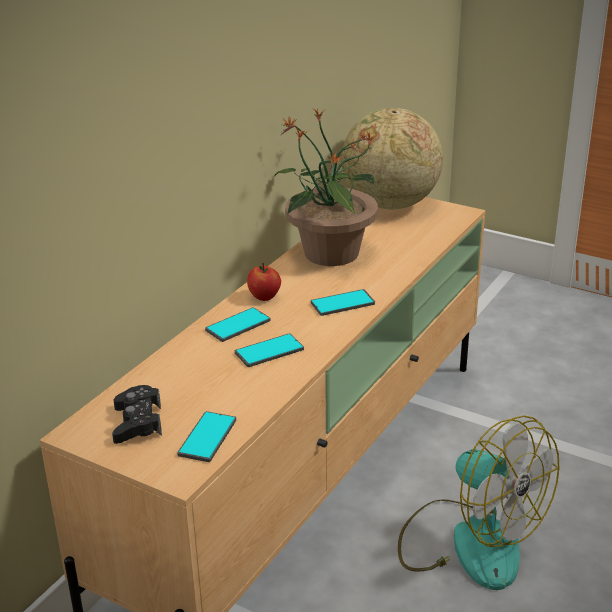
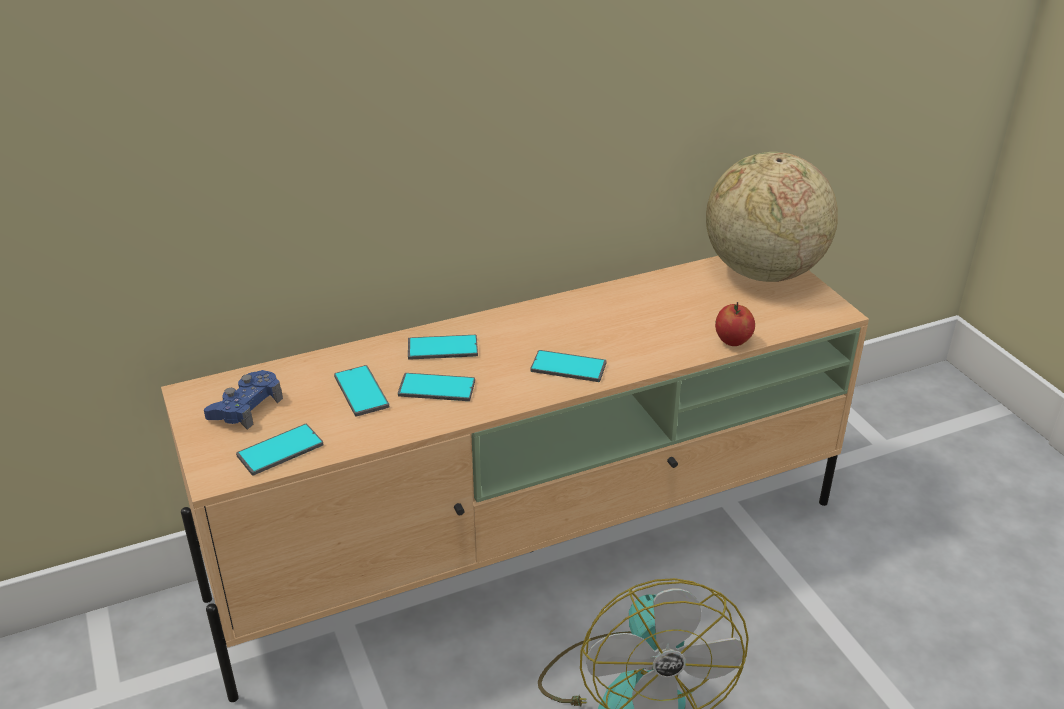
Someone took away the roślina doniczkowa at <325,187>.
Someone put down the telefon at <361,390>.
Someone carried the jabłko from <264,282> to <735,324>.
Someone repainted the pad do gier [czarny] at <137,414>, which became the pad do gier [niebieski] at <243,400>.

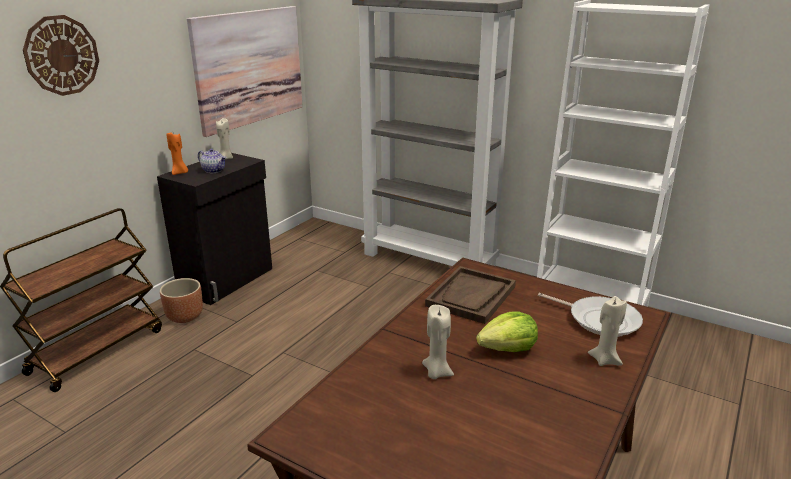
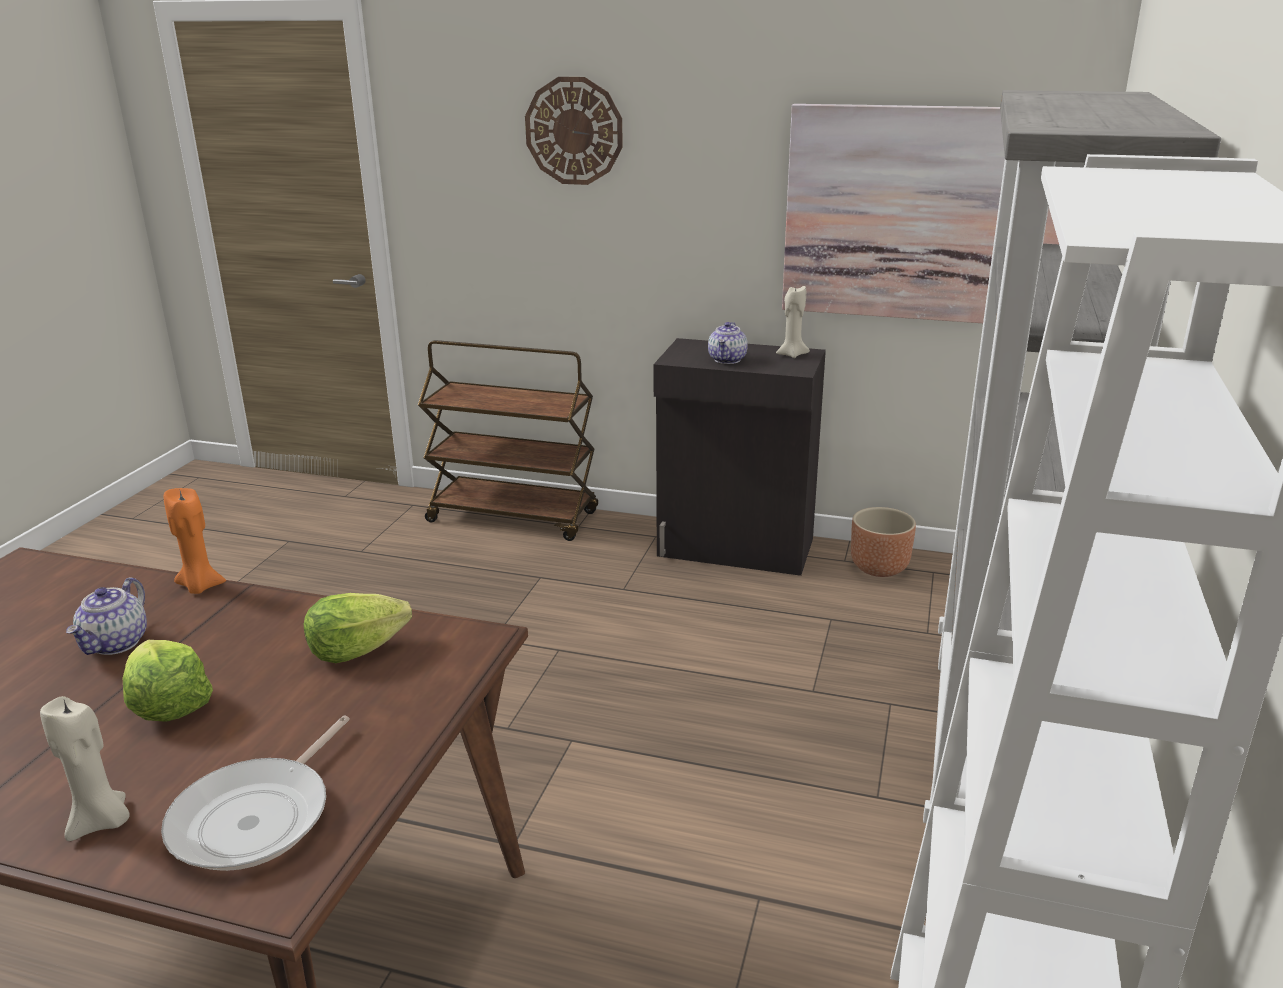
Someone carried the donica [brązowy] from <181,300> to <883,542>.
Someone carried the świeca [pomarańczowy] from <177,153> to <195,541>.
Someone swapped the świeca [beżowy] at <438,342> for the imbryk at <106,616>.
Someone swapped the taca [brązowy] at <470,295> for the sałata at <358,628>.

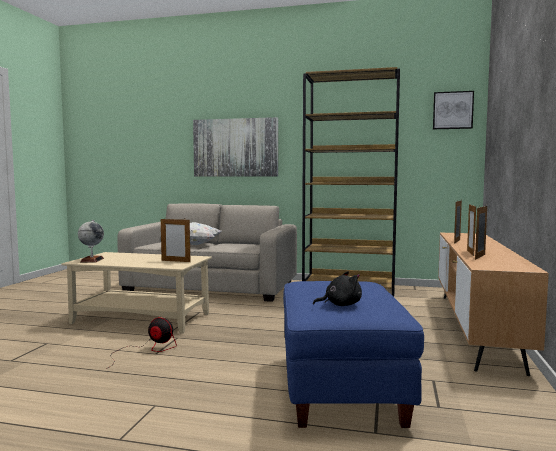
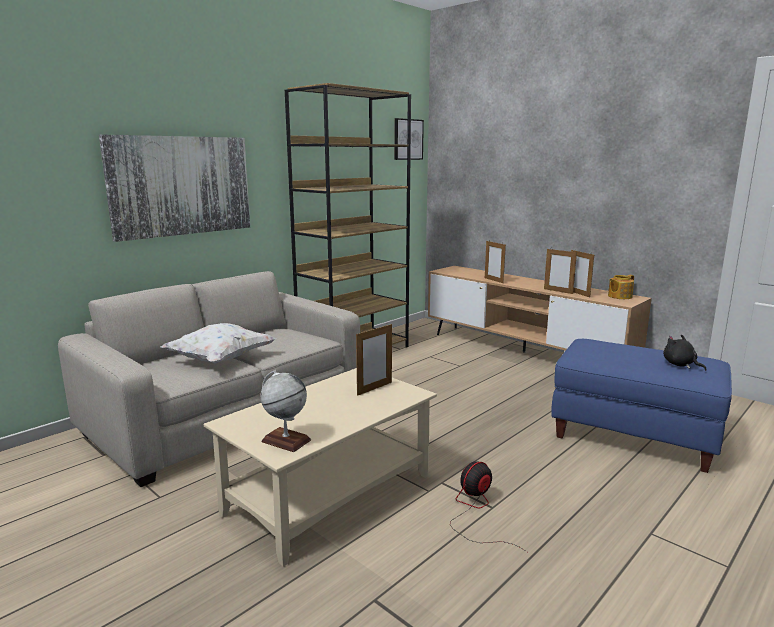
Someone put down the imbryk at <621,287>.
Someone rotated the pluszak [czarny] at <337,288> by 45 degrees counterclockwise.

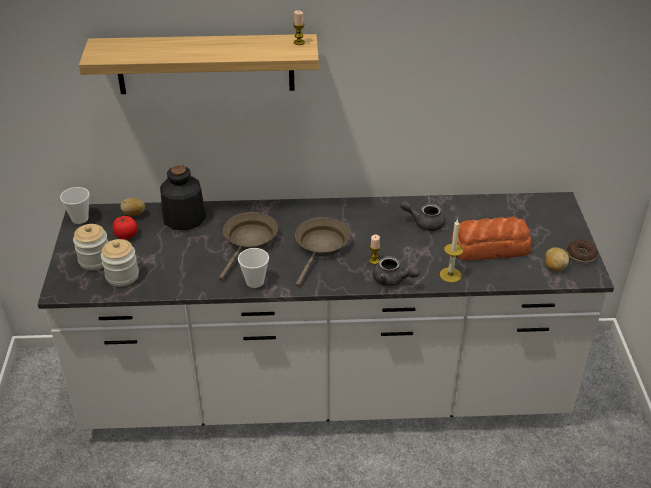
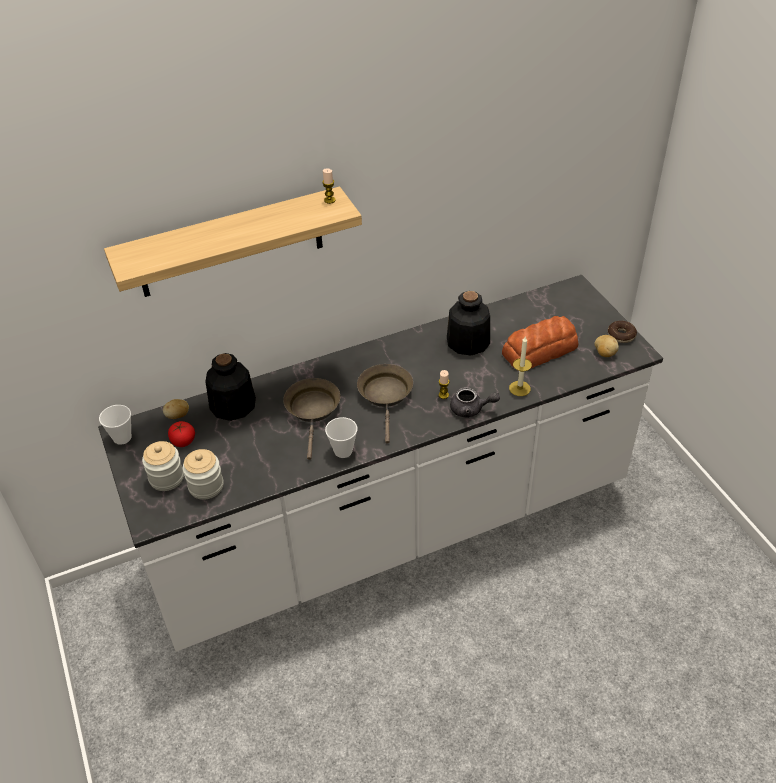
Someone swapped the imbryk [szary] at <422,214> for the butelka at <468,323>.

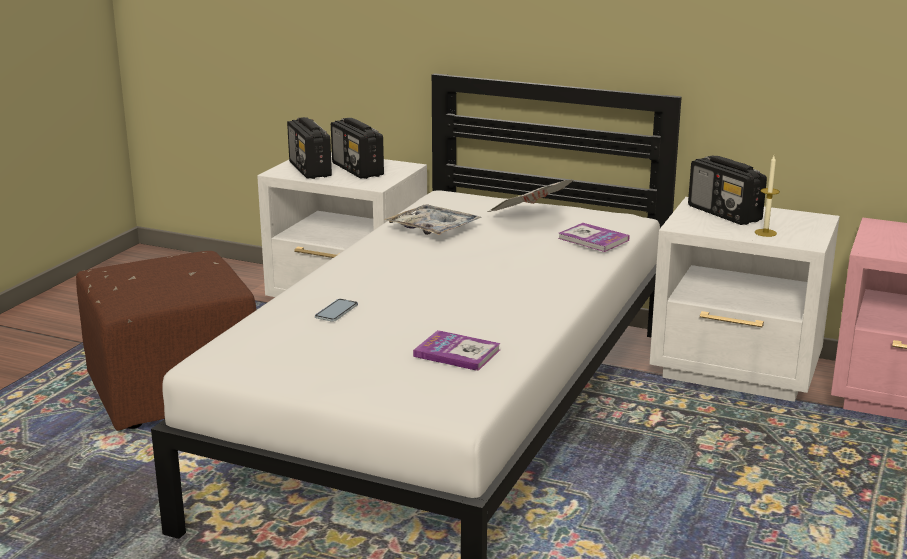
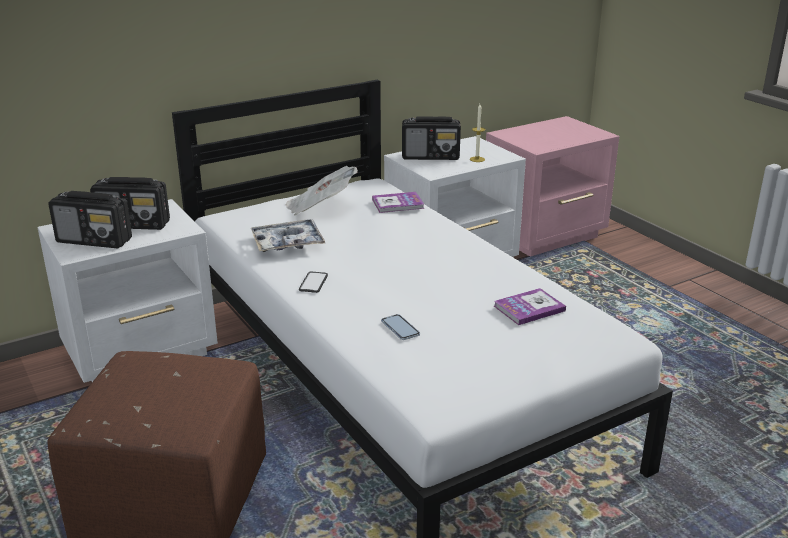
Someone put down the telefon at <313,282>.

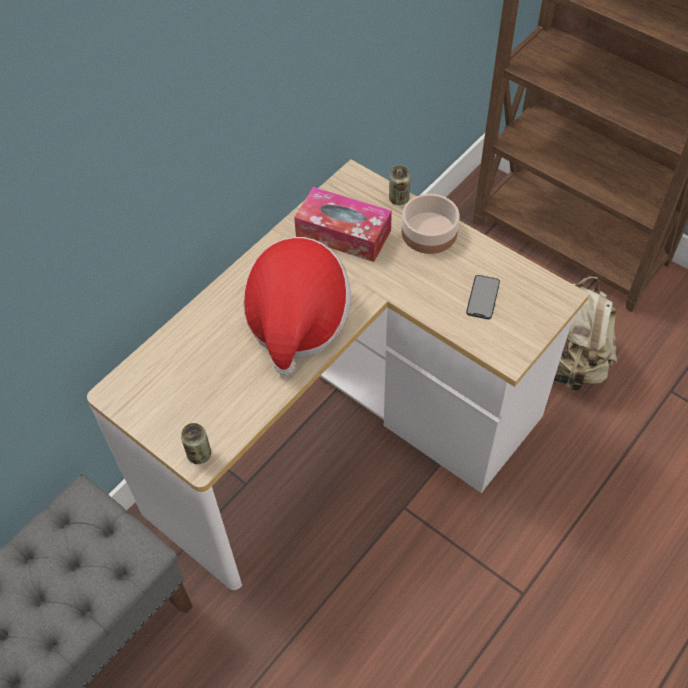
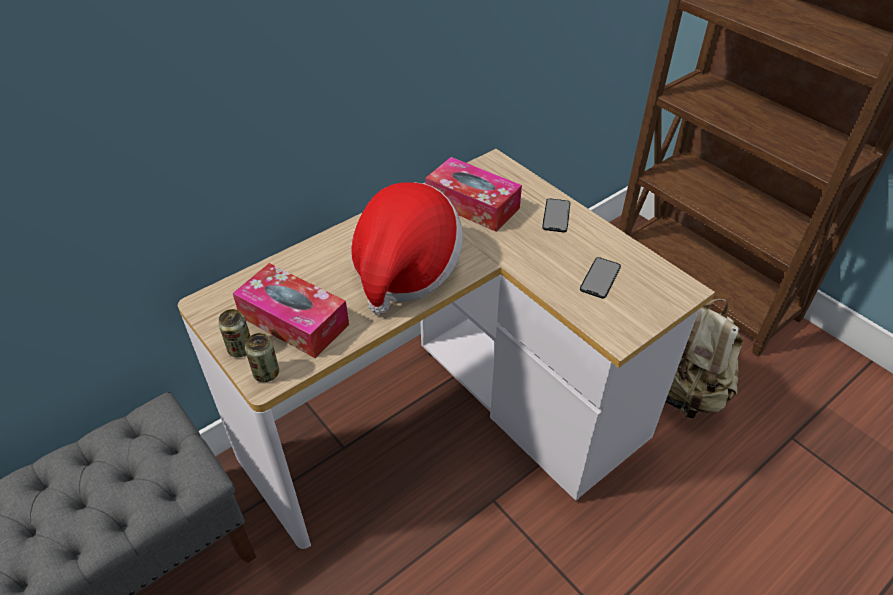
Someone put down the pudełko chusteczek at <291,310>.
Someone carried the puszka from <399,185> to <234,333>.
Someone swapped the miska at <430,224> for the telefon at <556,215>.

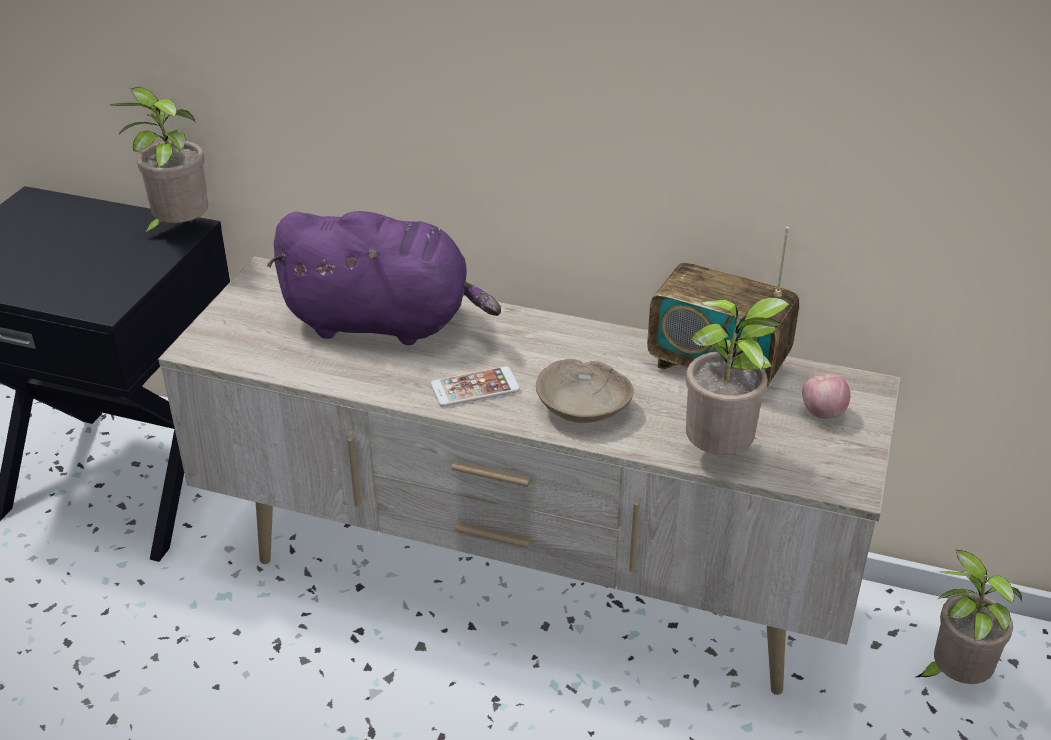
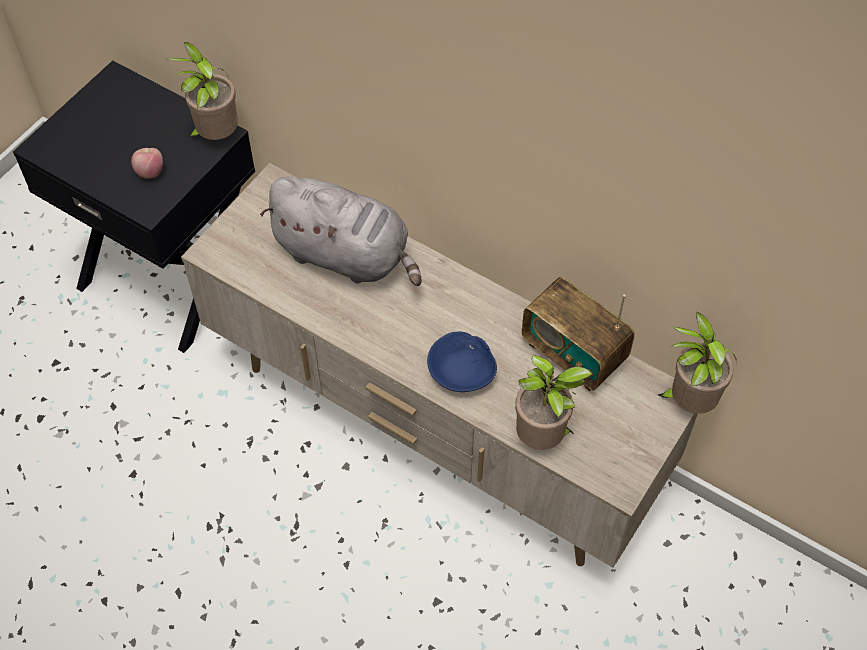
Someone took away the telefon at <475,386>.
Someone carried the jabłko from <826,396> to <147,163>.
Someone carried the roślina doniczkowa from <969,617> to <697,363>.
Someone repainted the pluszak [fioletowy] at <384,278>, which became the pluszak [szary] at <341,231>.
Someone repainted the miska [beżowy] at <585,391>, which became the miska [niebieski] at <462,361>.

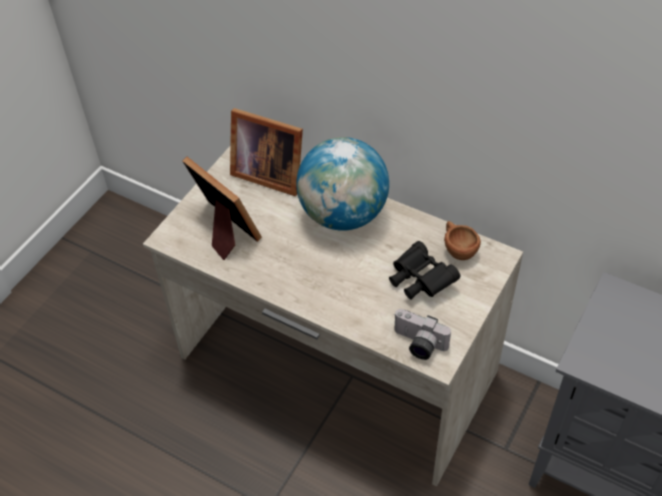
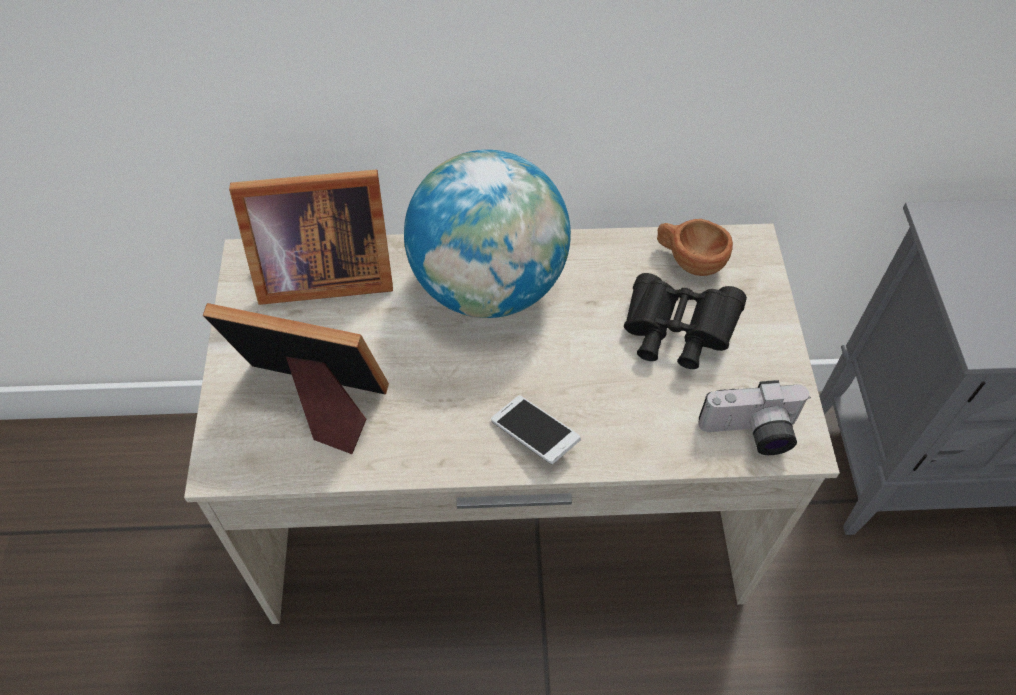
Someone put down the telefon at <536,429>.

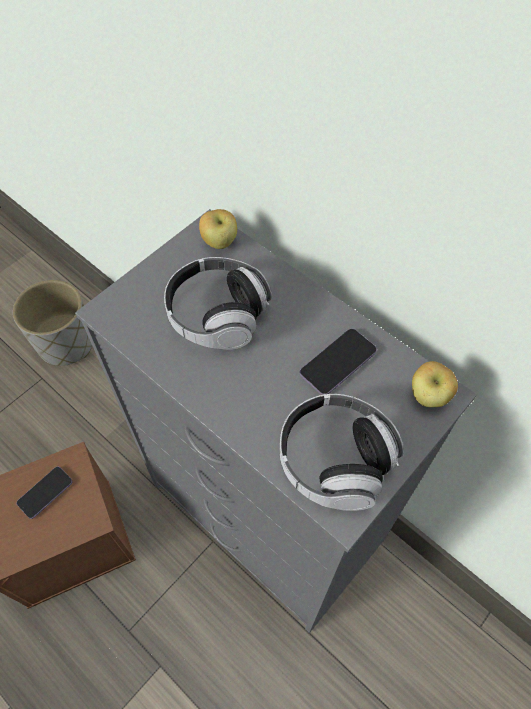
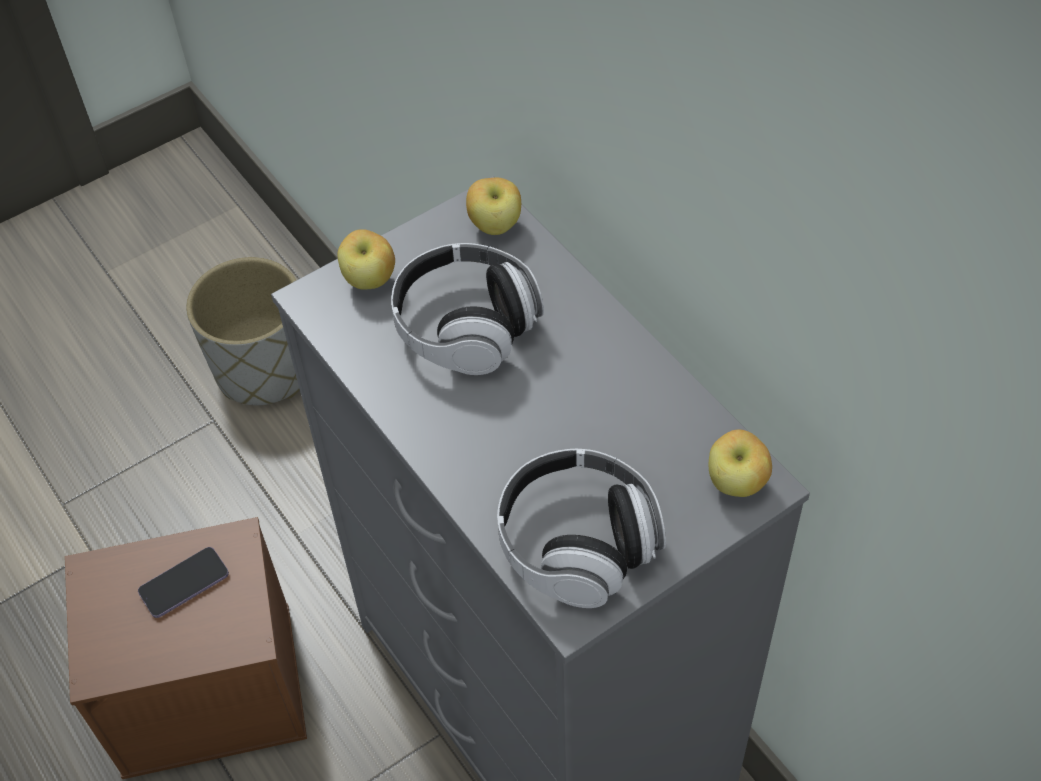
Someone took away the telefon at <338,362>.
Someone put down the jabłko at <366,259>.

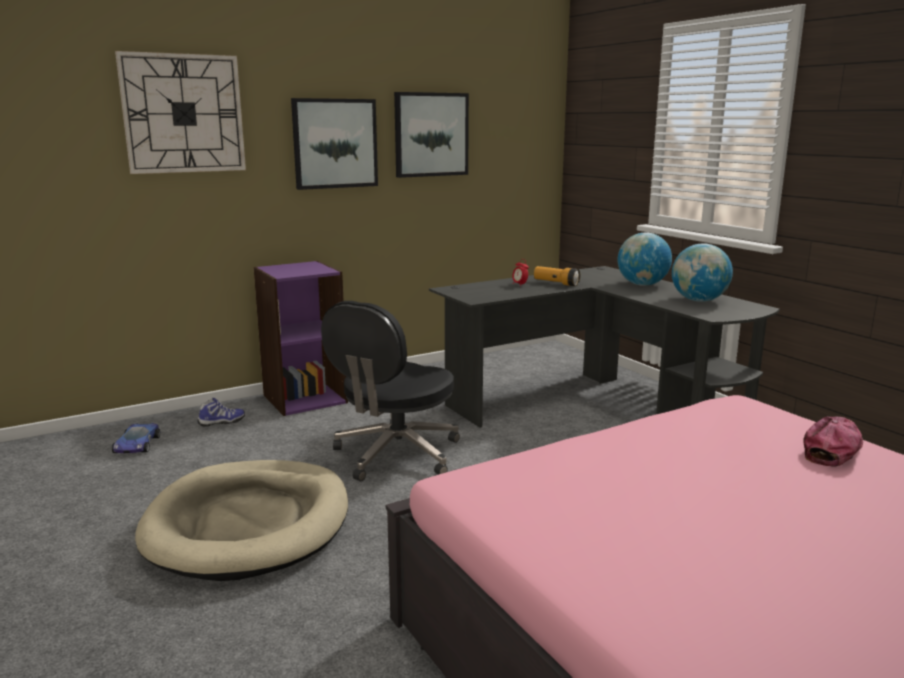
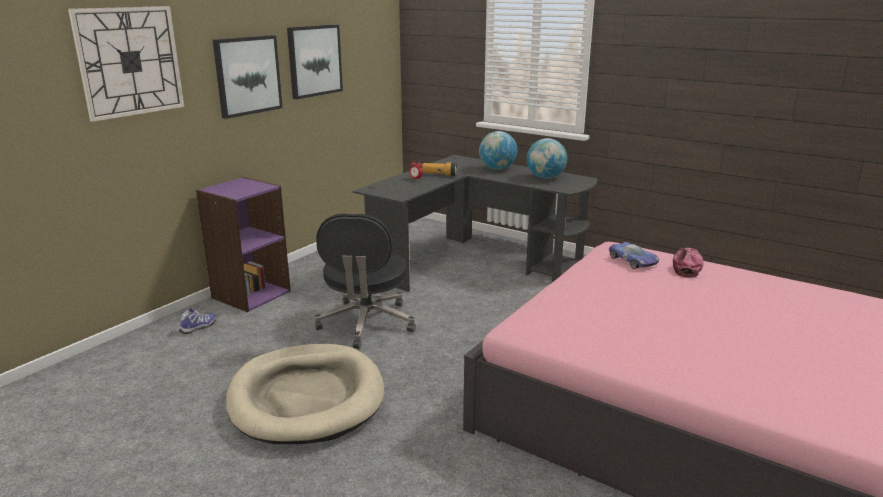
Someone carried the samochodzik from <136,438> to <634,255>.

